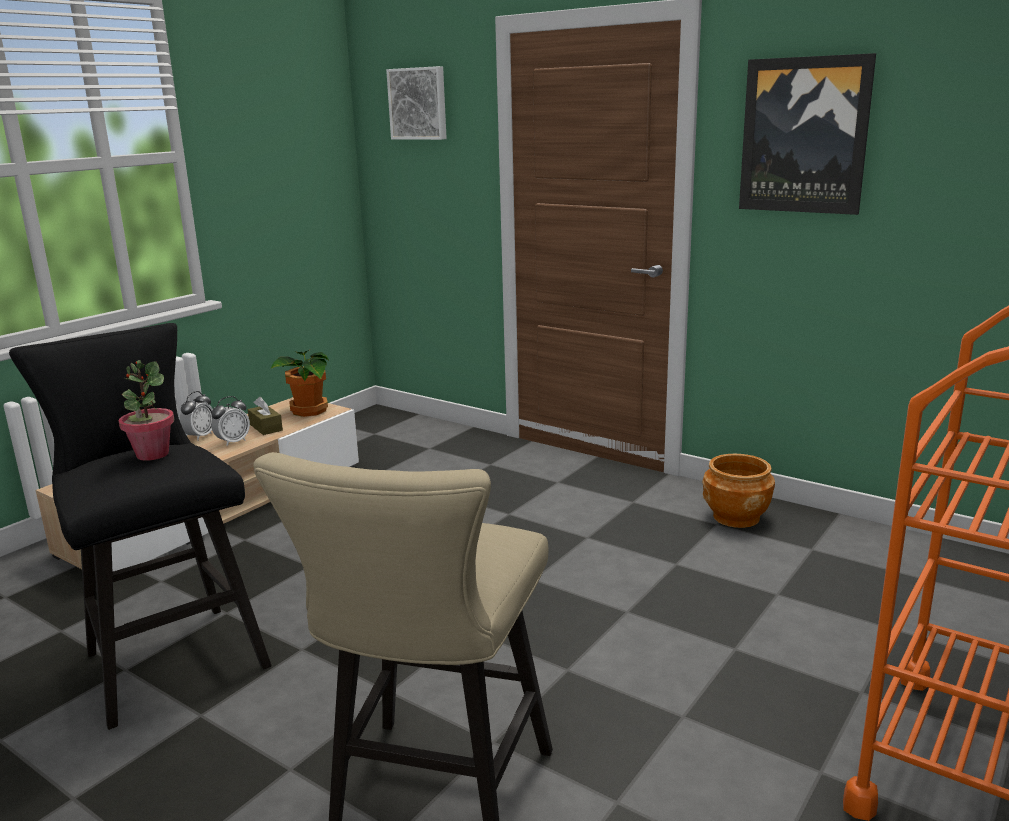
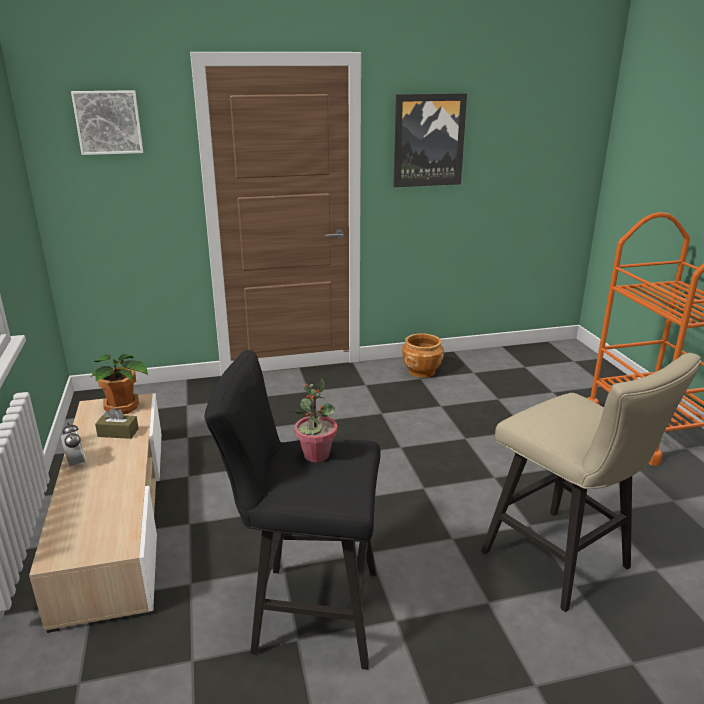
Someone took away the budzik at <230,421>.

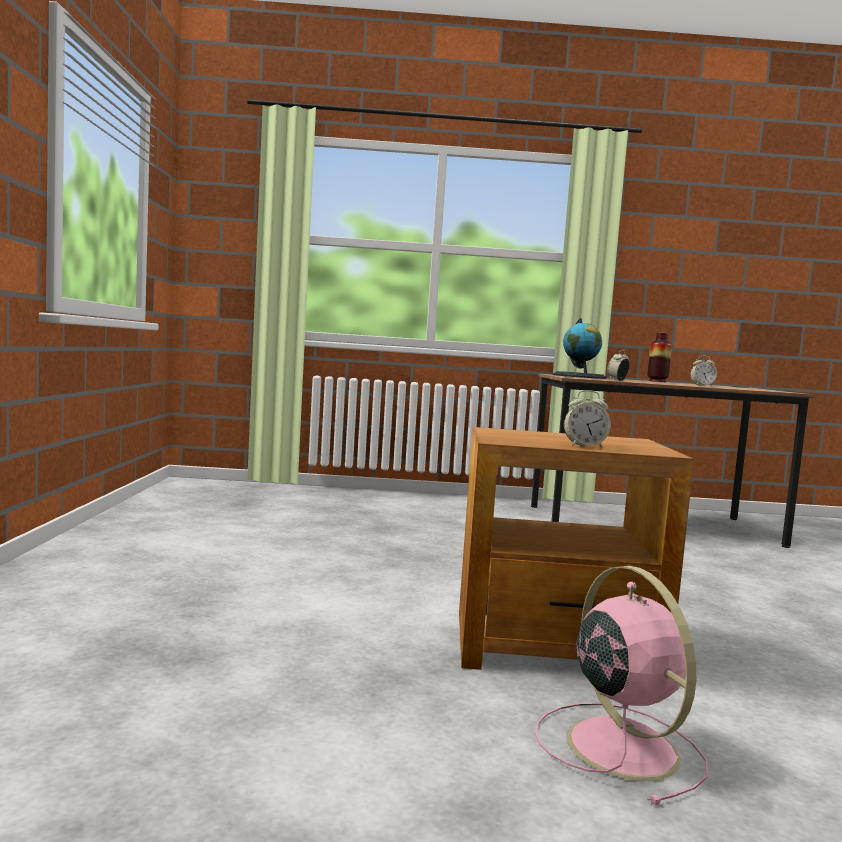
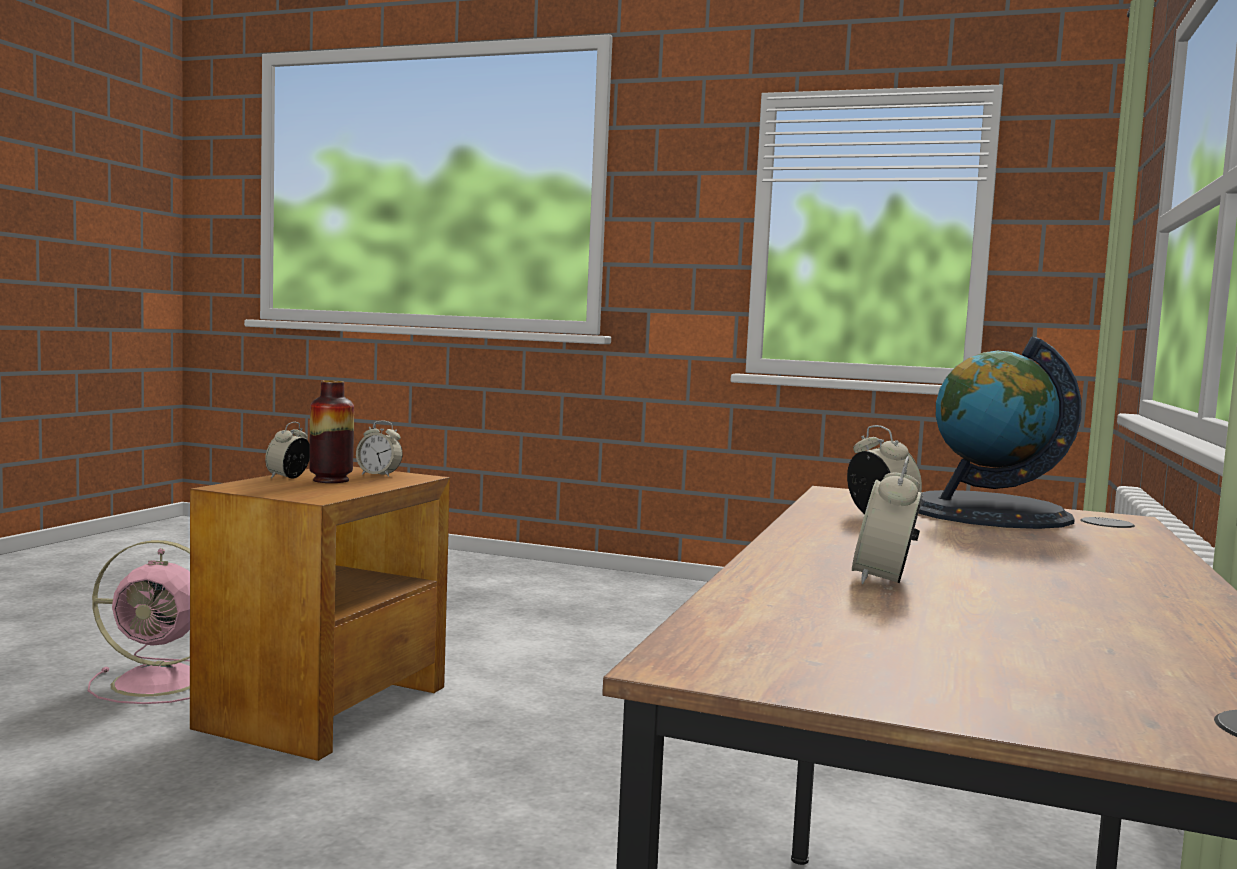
Someone put down the budzik at <379,448>.
Someone carried the wazon from <659,357> to <331,431>.

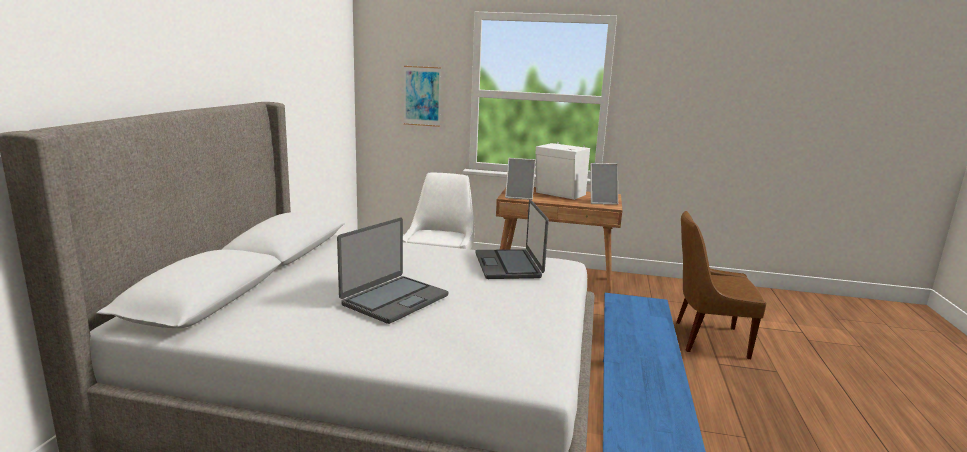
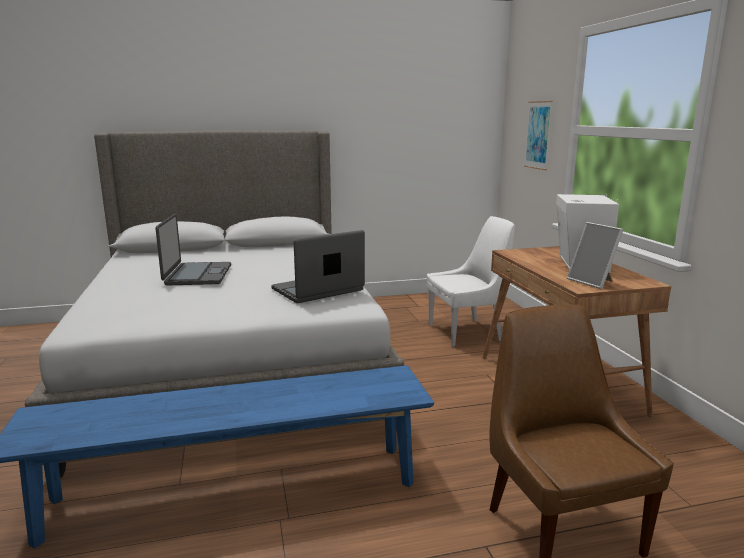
Someone took away the ramka na zdjęcie at <520,179>.
Someone rotated the laptop at <392,271> by 105 degrees counterclockwise.

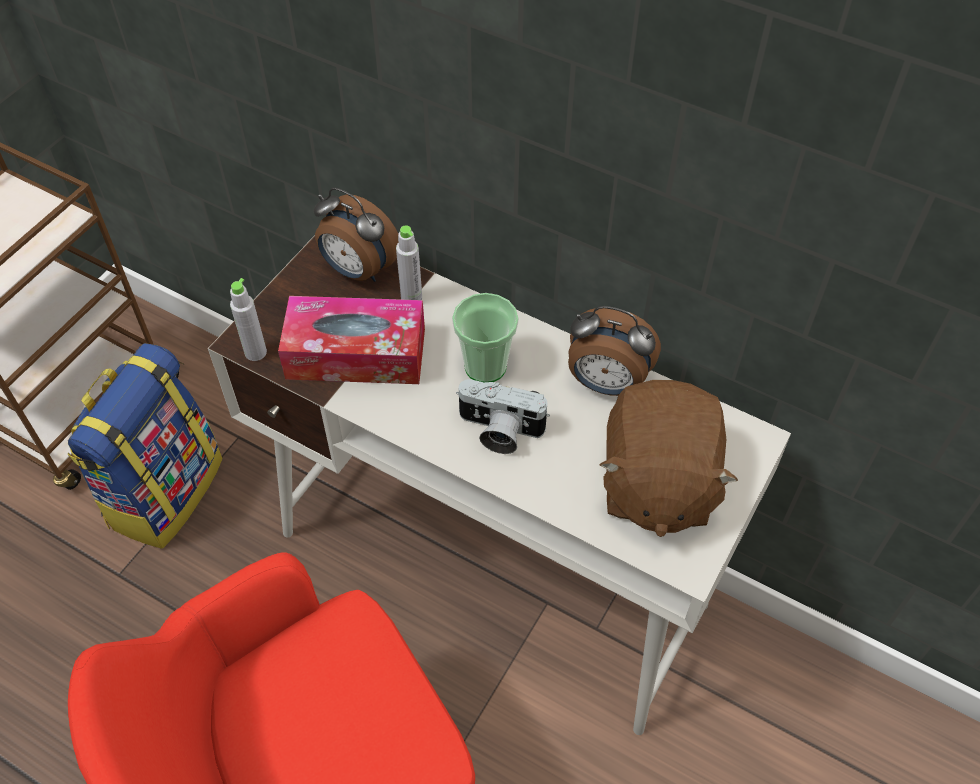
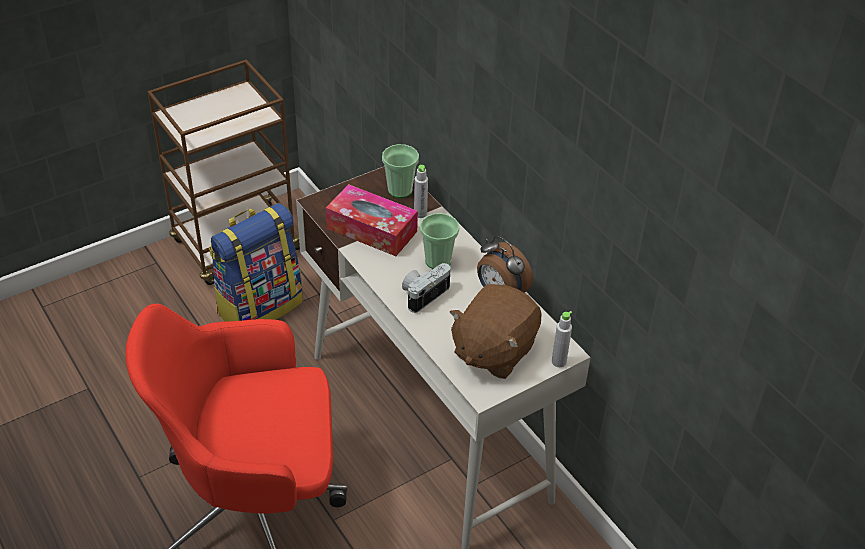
Someone carried the butelka [szary] from <248,319> to <562,339>.
Someone swapped the budzik at <356,235> for the filiżanka at <400,171>.
Someone rotated the aparat fotograficzny at <503,416> by 90 degrees clockwise.

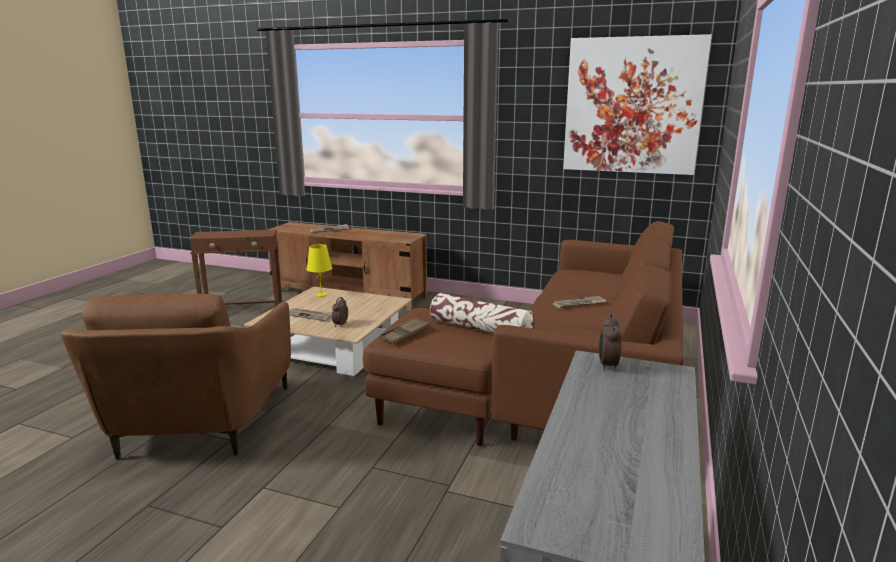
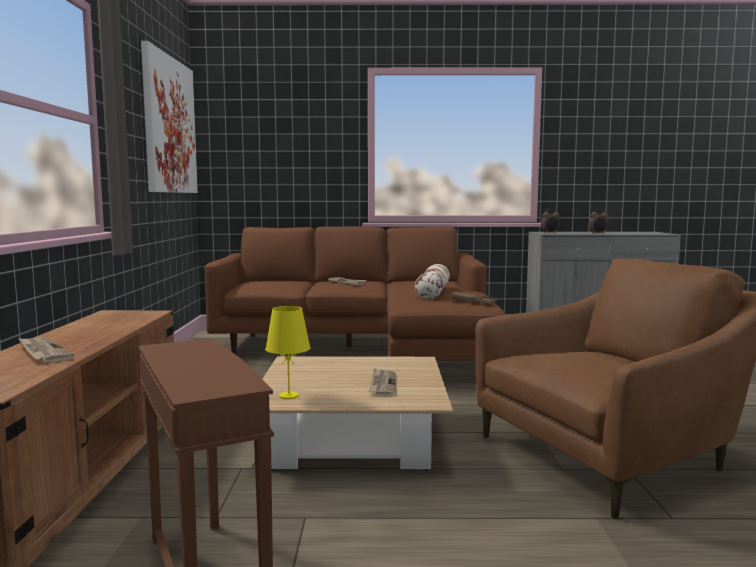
Someone carried the budzik from <340,312> to <598,221>.

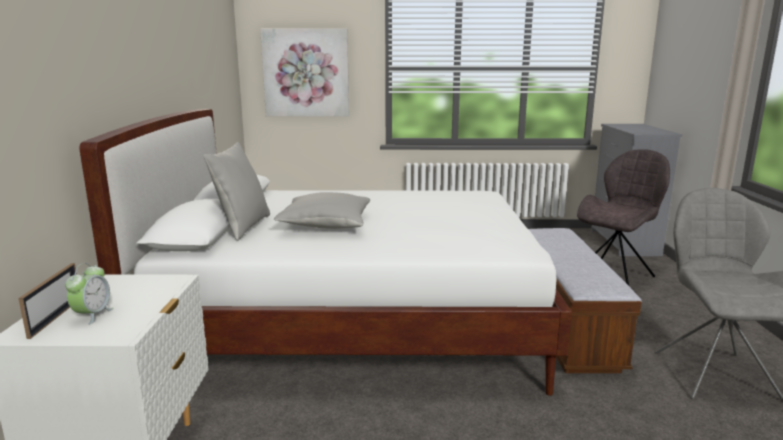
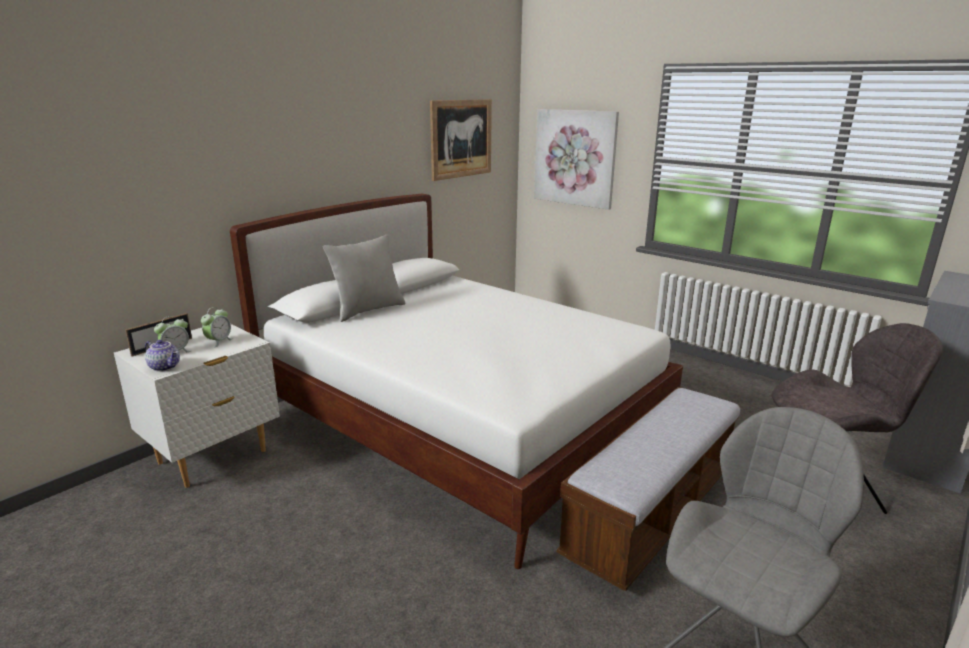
Someone took away the poduszka [szary] at <322,210>.
Someone put down the imbryk at <162,356>.
Someone put down the budzik at <217,327>.
Someone put up the obraz at <461,140>.

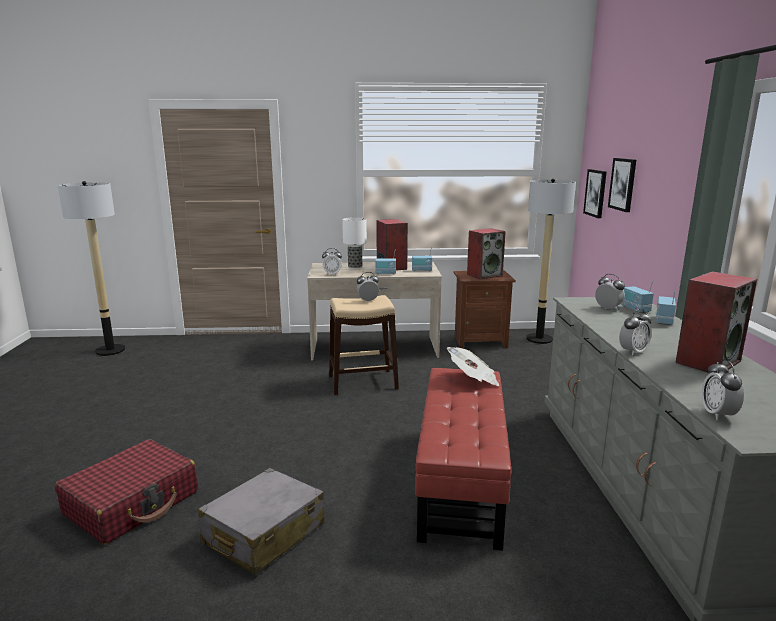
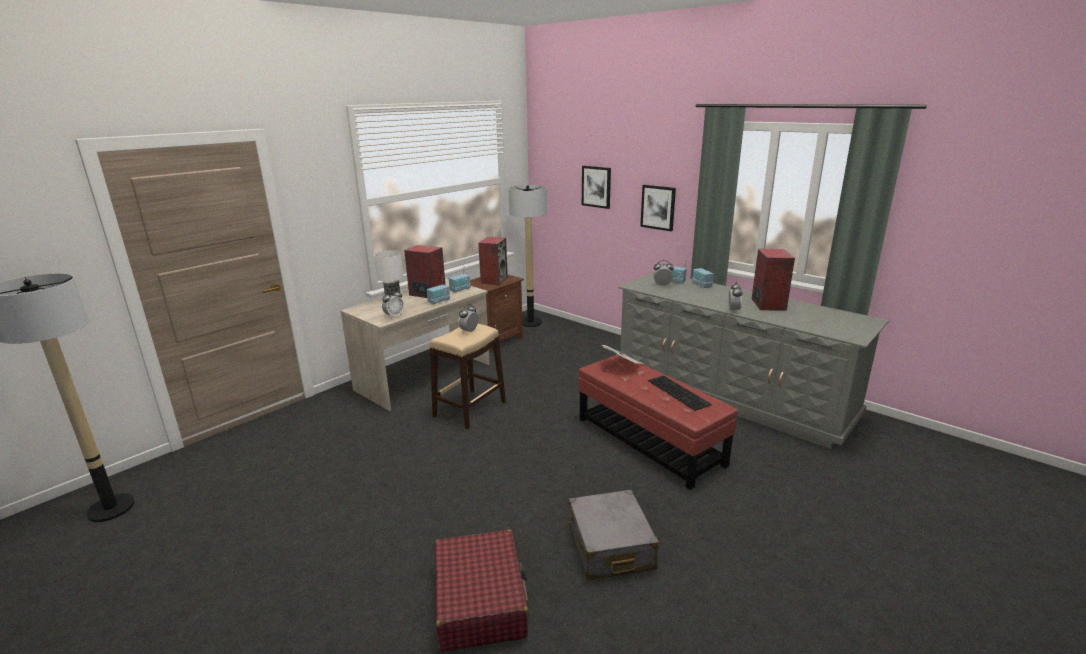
Someone took away the budzik at <723,389>.
Someone put down the klawiatura at <680,393>.
Someone carried the obraz from <594,193> to <658,208>.

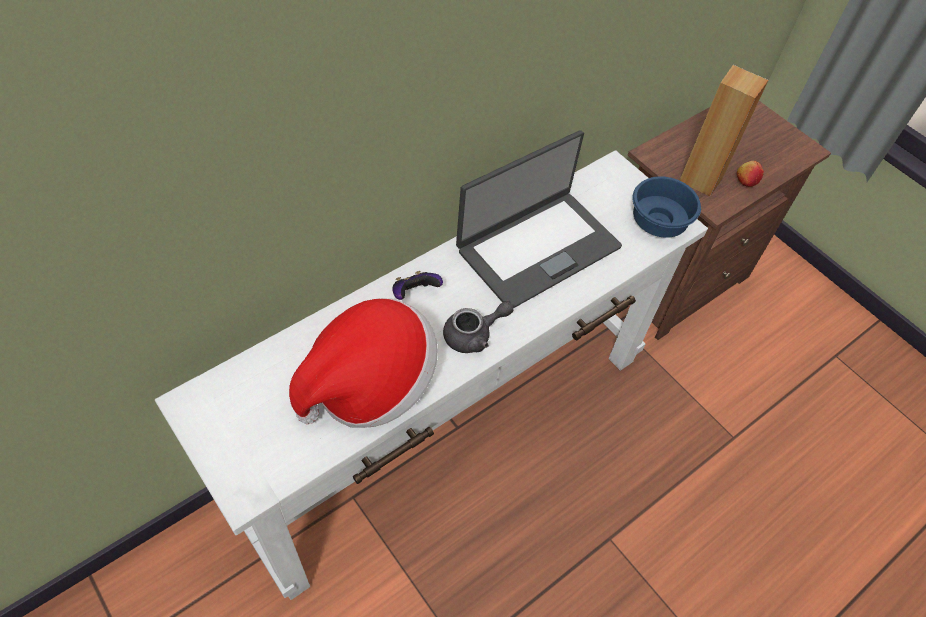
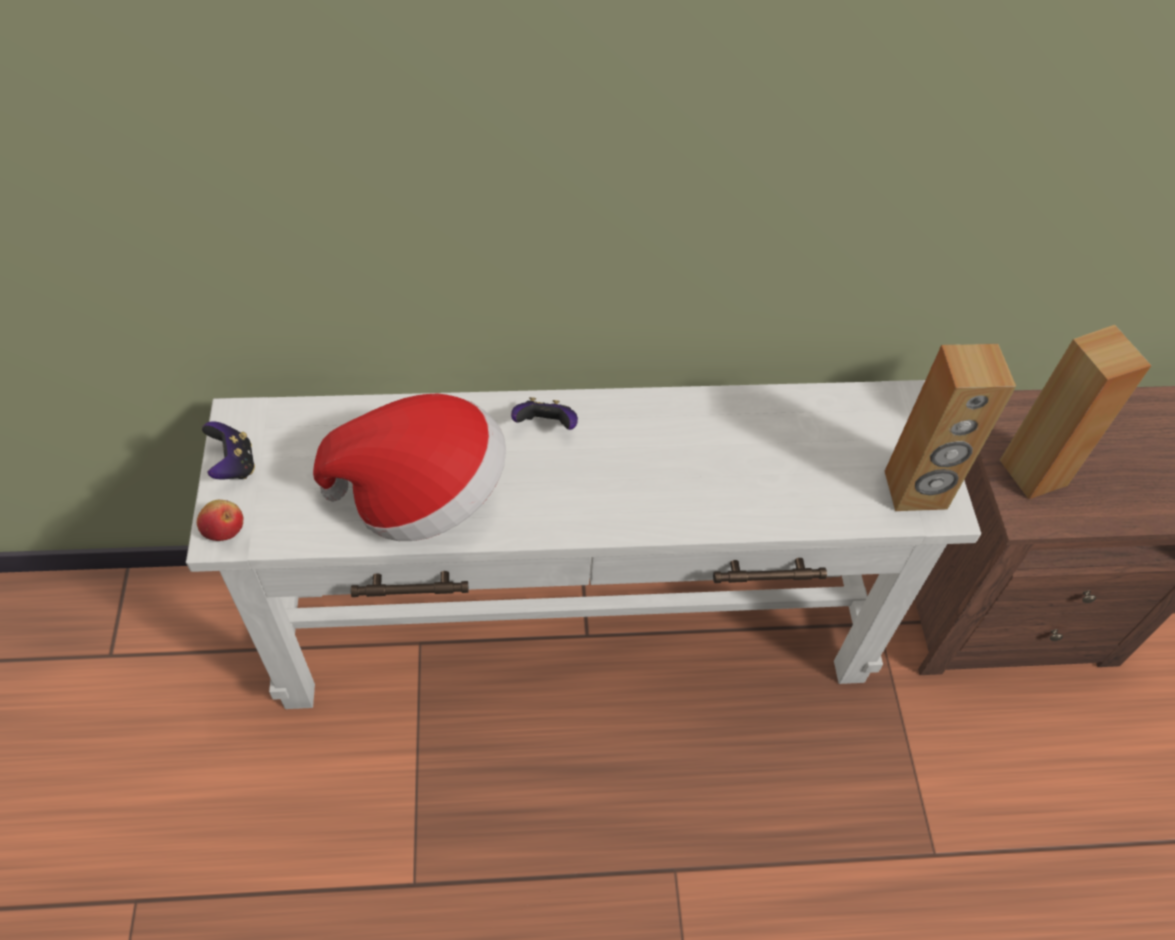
Someone took away the imbryk [szary] at <478,327>.
Someone took away the laptop at <539,219>.
Someone put down the pad do gier at <228,450>.
Someone carried the jabłko from <750,174> to <220,520>.
Someone swapped the miska [niebieski] at <666,207> for the głośnik [brązowy] at <950,427>.

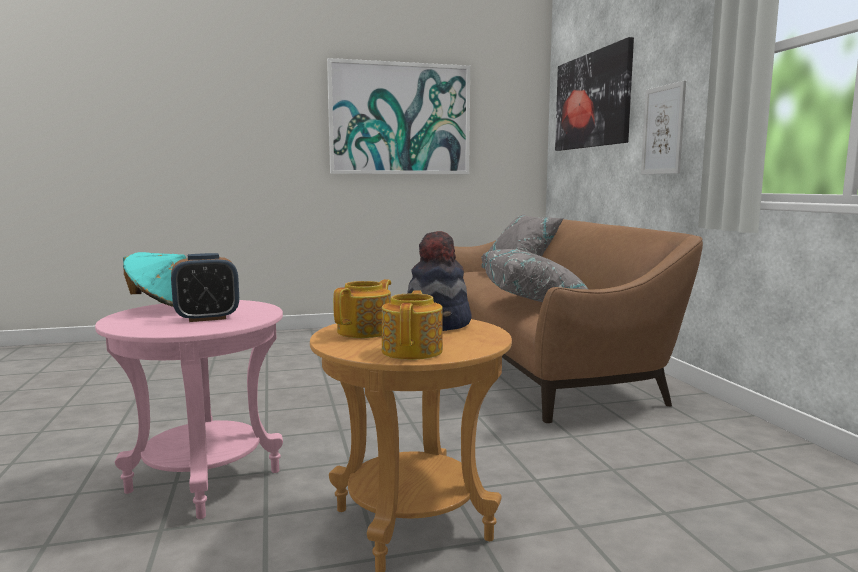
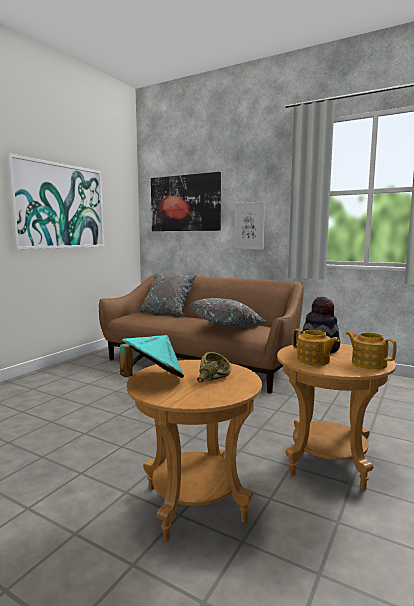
Someone swapped the budzik at <205,287> for the miska [brązowy] at <214,367>.
Someone repainted the stolik [różowy] at <189,409>, which became the stolik [brązowy] at <194,450>.
Someone rotated the imbryk at <362,308> by 150 degrees clockwise.

